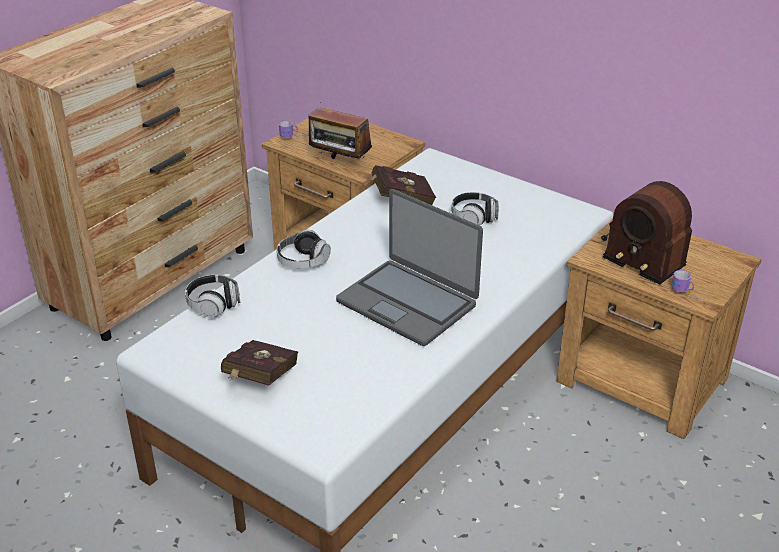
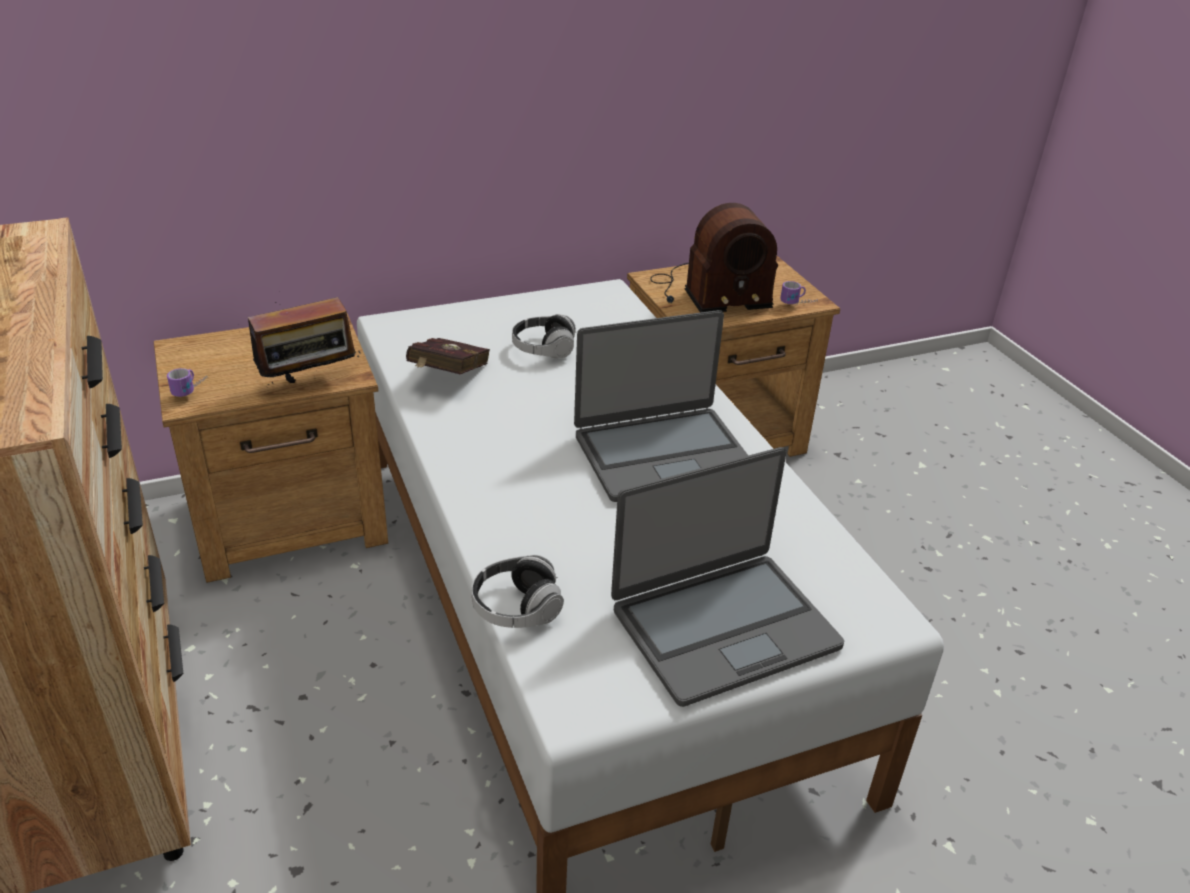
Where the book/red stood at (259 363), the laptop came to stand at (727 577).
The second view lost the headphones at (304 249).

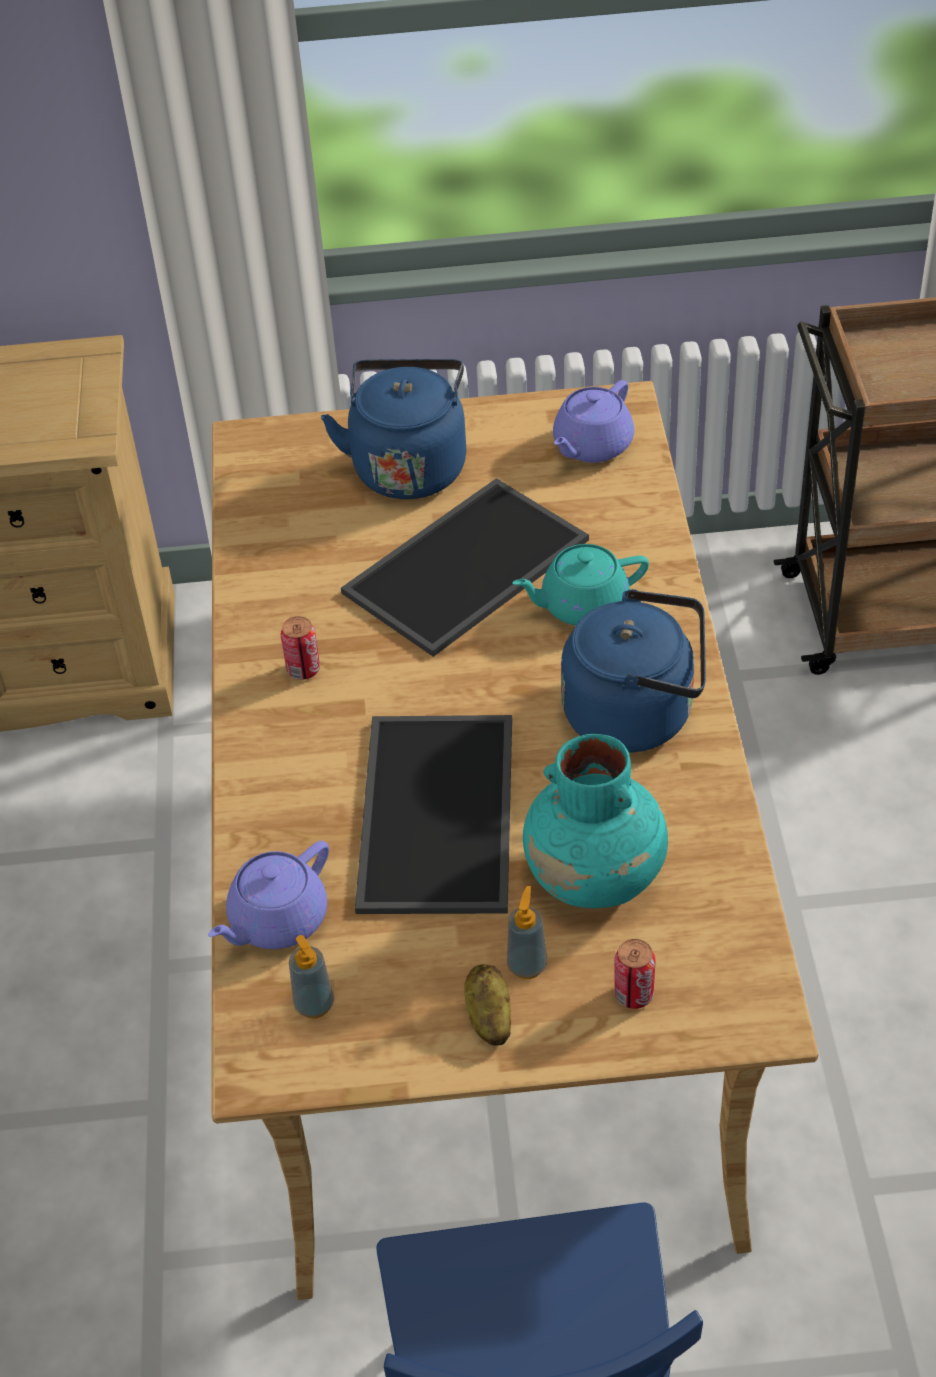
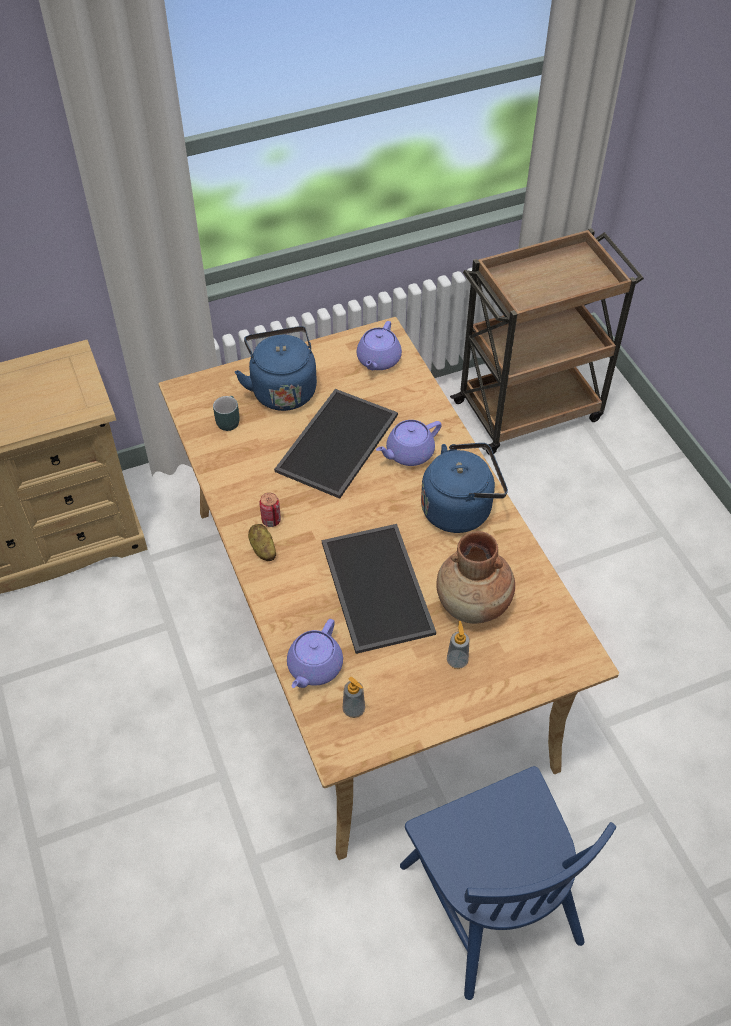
The second view gained the mug/turquoise at (226 413).
The potato ended up elsewhere, having gone from (487 1005) to (262 542).
What was the teapot/turquoise at (580 585) turned into the teapot/purple at (409 443).
What was the vase/turquoise at (595 821) turned into the vase/brown at (475 577).
The second view lost the can at (635 974).

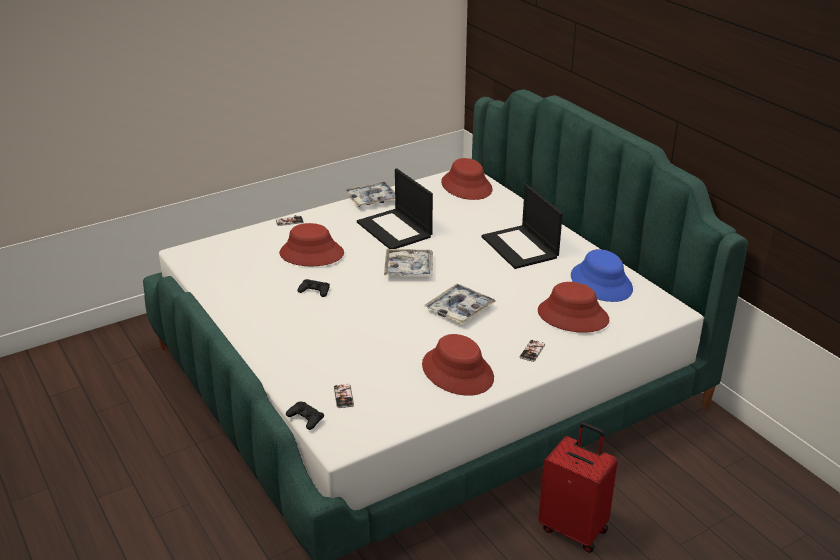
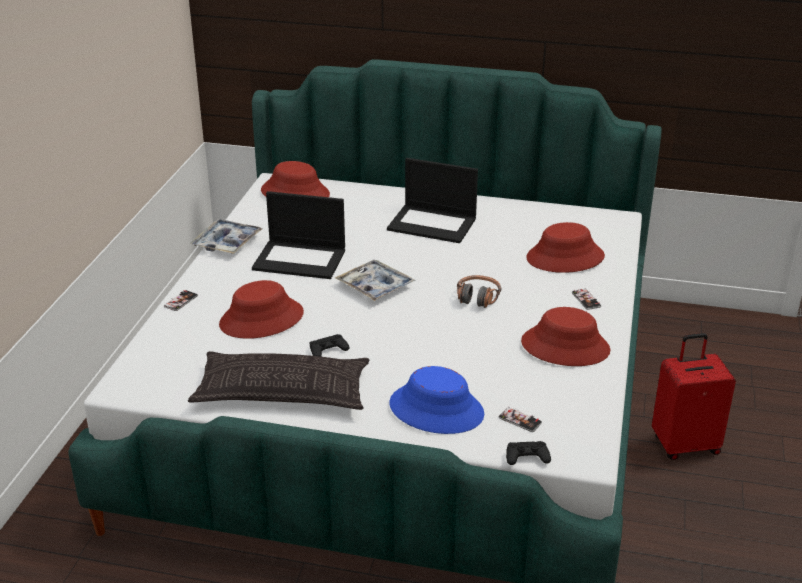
The second view gained the pillow at (278 380).
The hat/blue ended up elsewhere, having gone from (602 275) to (436 400).
Where the tray stood at (460 304), the headphones came to stand at (479 291).

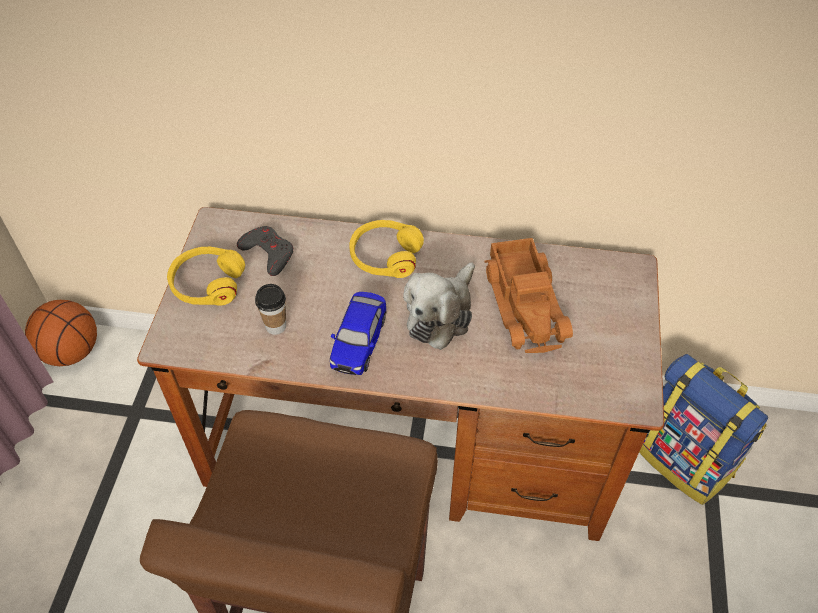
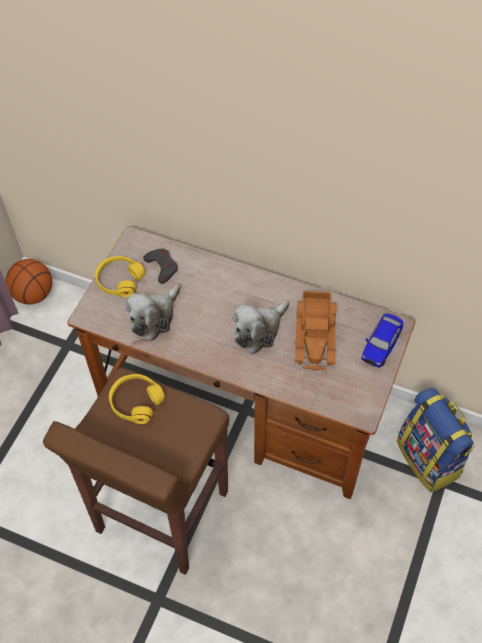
The headphones/yellow ended up elsewhere, having gone from (386 249) to (137 399).
Where the cup stood at (270 309), the plush toy came to stand at (152 312).
The toy car ended up elsewhere, having gone from (358 333) to (382 341).

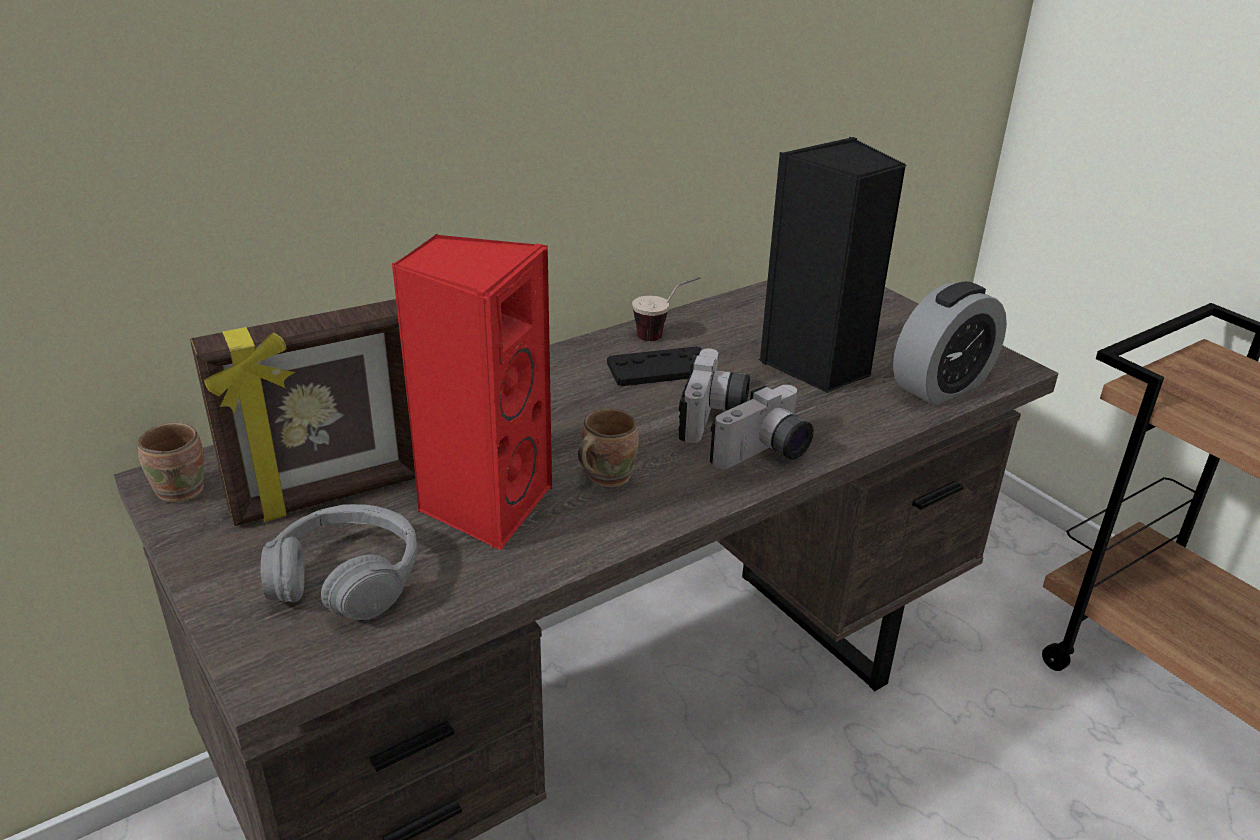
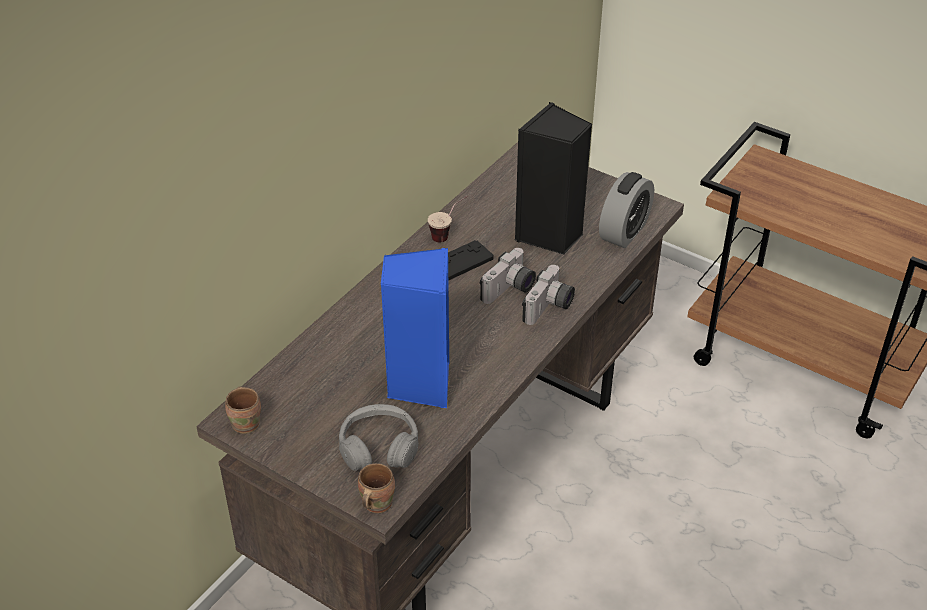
The mug/brown ended up elsewhere, having gone from (608 448) to (376 488).
What was the speaker/red at (472 392) turned into the speaker/blue at (415 328).
The photo camera at (714 395) ended up facing another way, 45 degrees clockwise from before.
The second view lost the picture frame at (302 412).

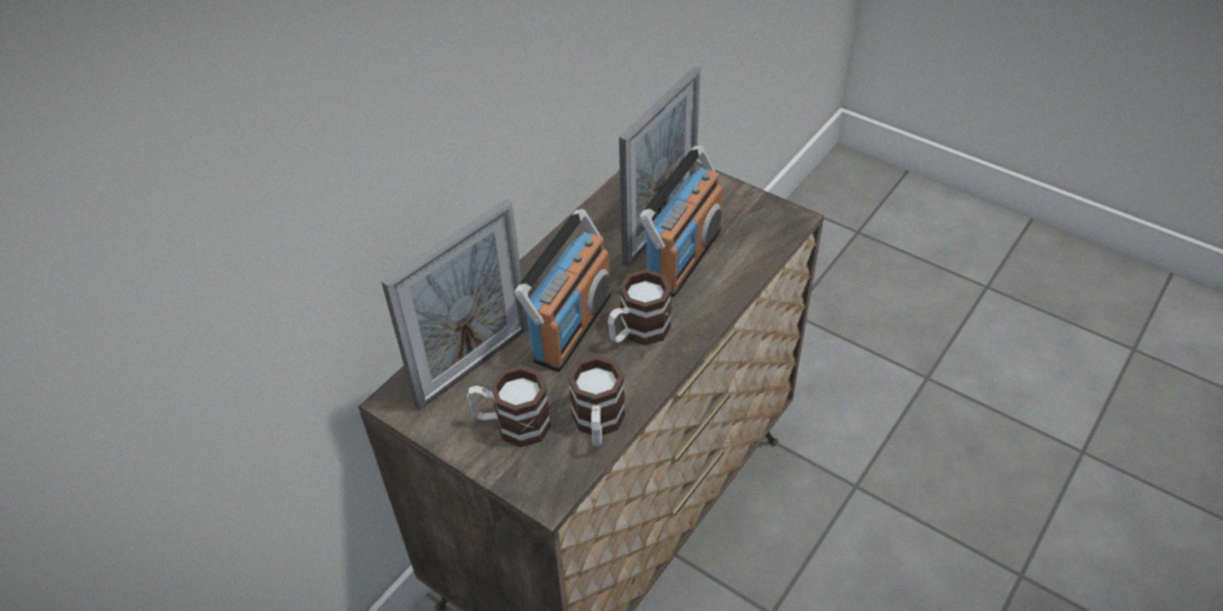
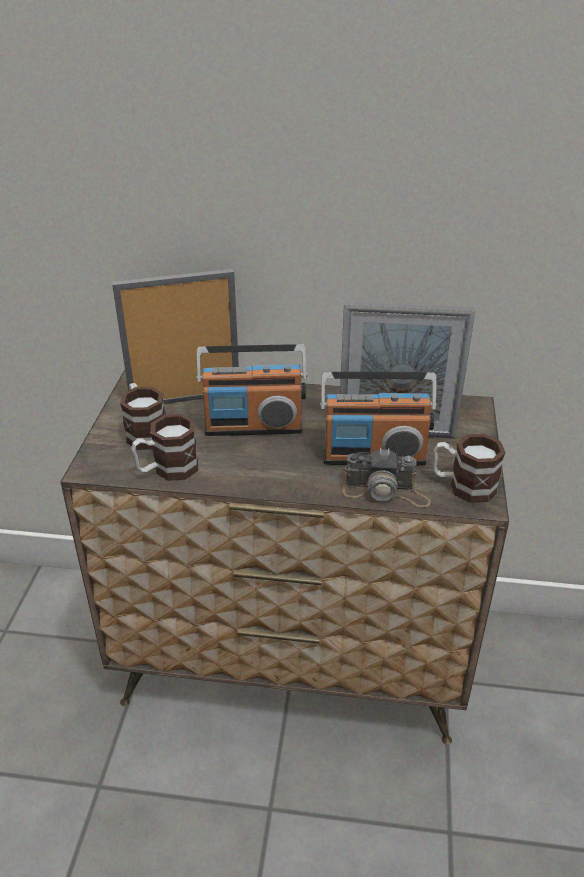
The picture frame at (454 304) ended up facing another way, 150 degrees clockwise from before.
The second view gained the photo camera at (387 478).
The mug ended up elsewhere, having gone from (640 307) to (469 468).

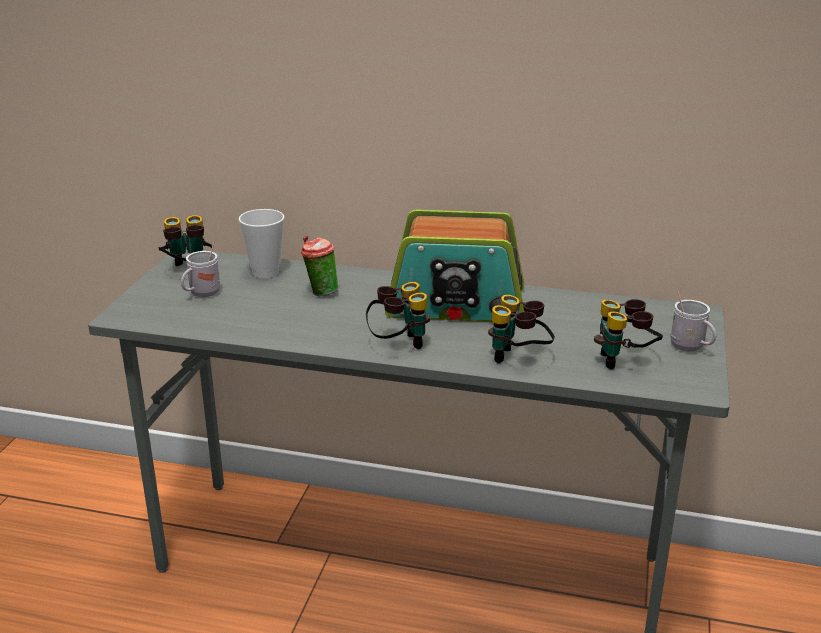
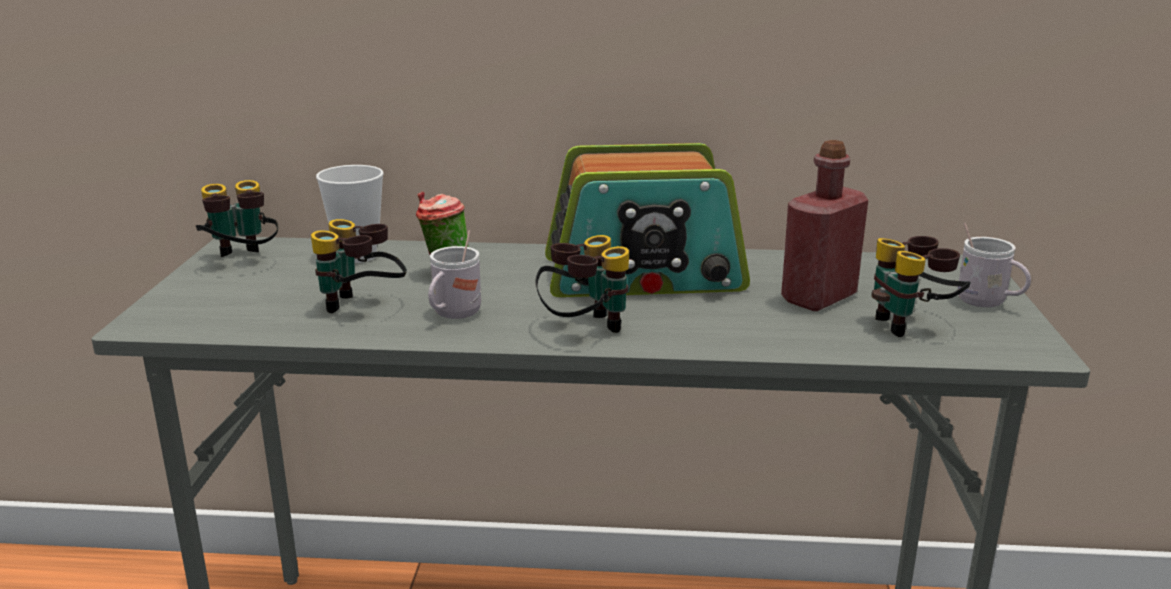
The binoculars ended up elsewhere, having gone from (521 329) to (359 266).
The mug/white ended up elsewhere, having gone from (200 269) to (454 274).
The second view gained the bottle/red at (824 225).

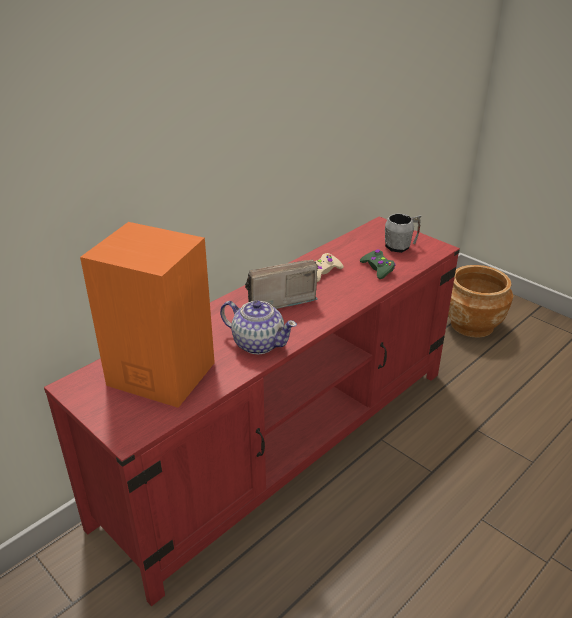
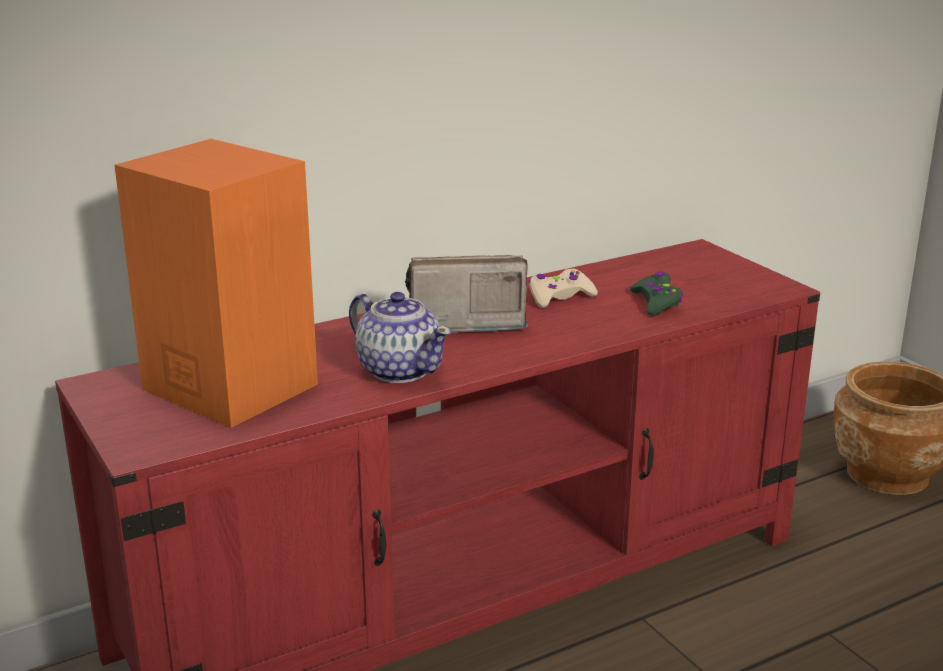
The second view lost the mug/grey at (403 233).

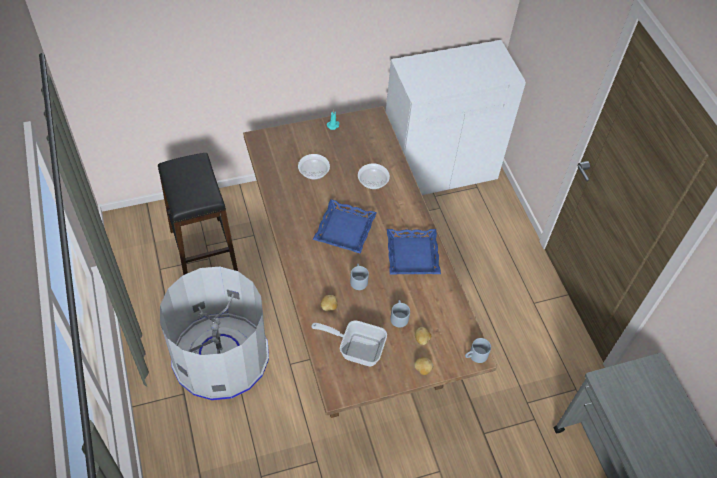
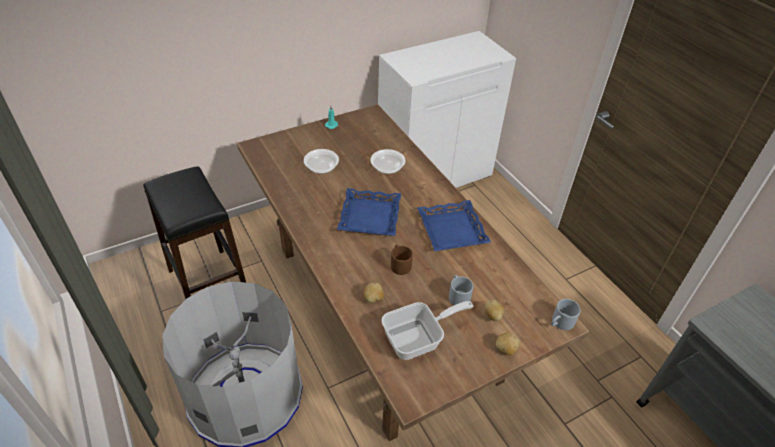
The frying pan at (349 343) ended up facing another way, 150 degrees clockwise from before.
What was the mug/grey at (359 277) turned into the mug/brown at (402 260).

